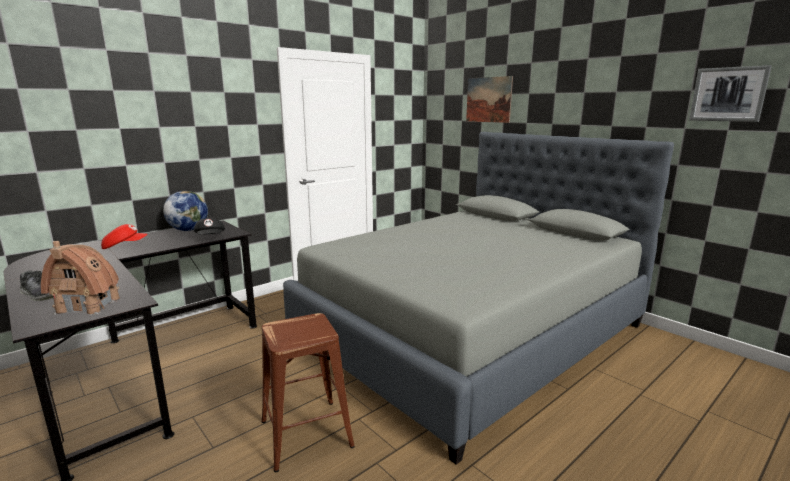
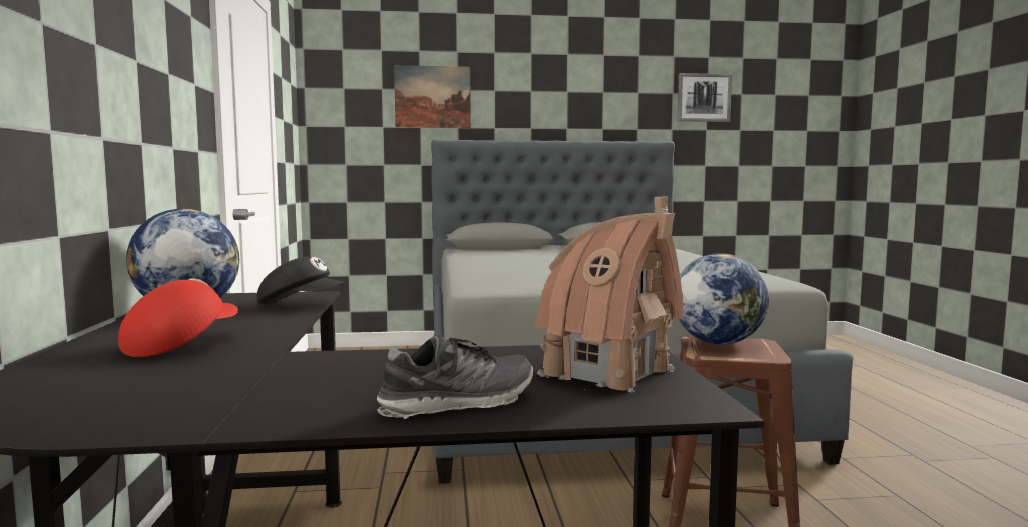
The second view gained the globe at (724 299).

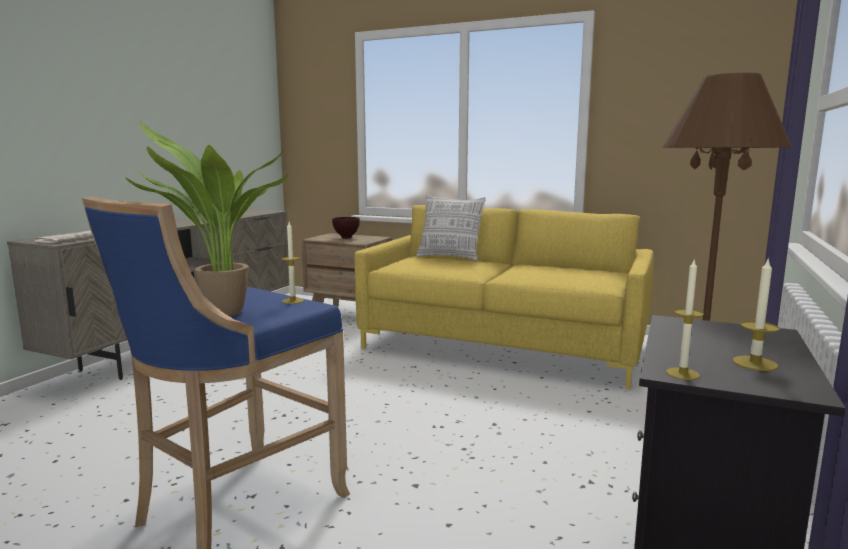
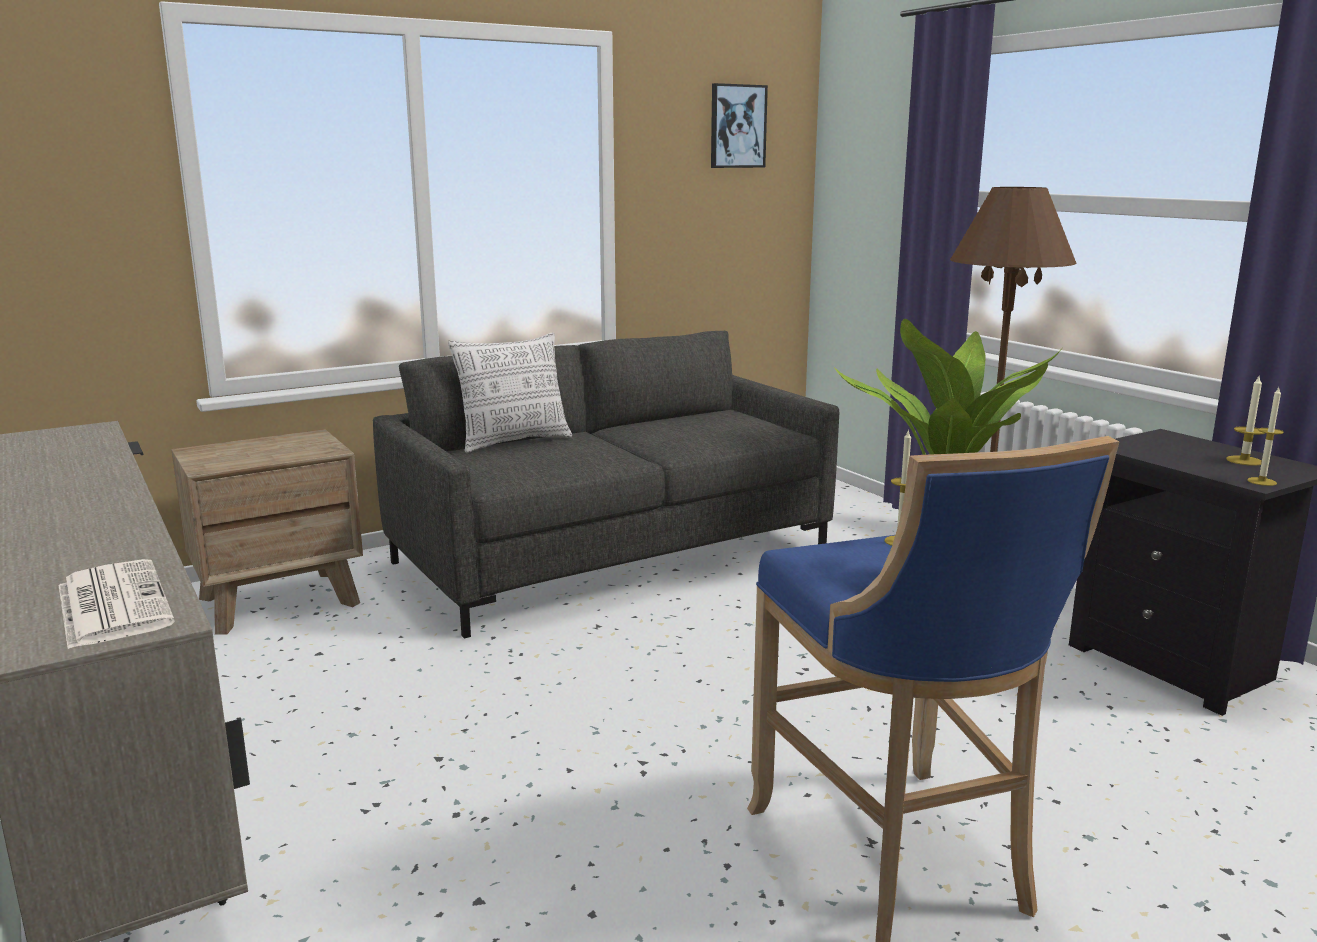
What was the sofa/yellow at (504 297) turned into the sofa/grey at (606 484).
The second view gained the picture at (739 125).
The second view lost the bowl/brown at (346 228).

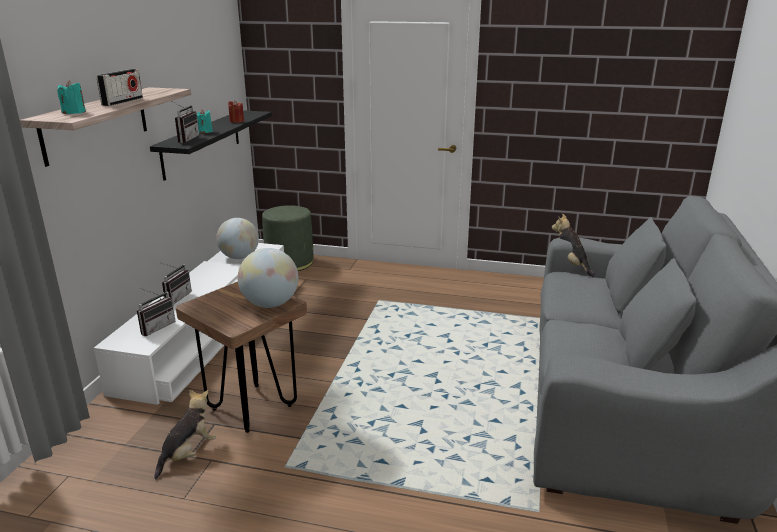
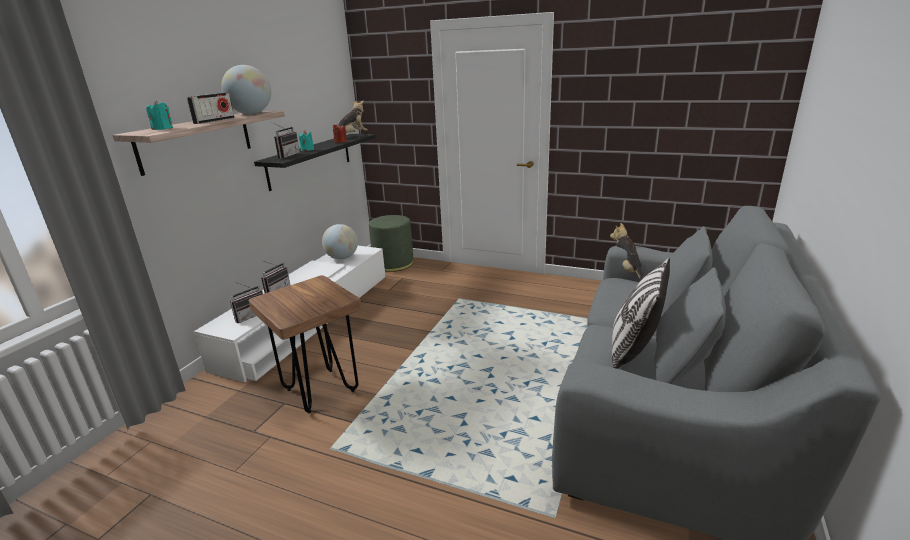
The globe ended up elsewhere, having gone from (268 278) to (246 89).
The plush toy ended up elsewhere, having gone from (185 435) to (350 120).
The second view gained the pillow at (641 313).

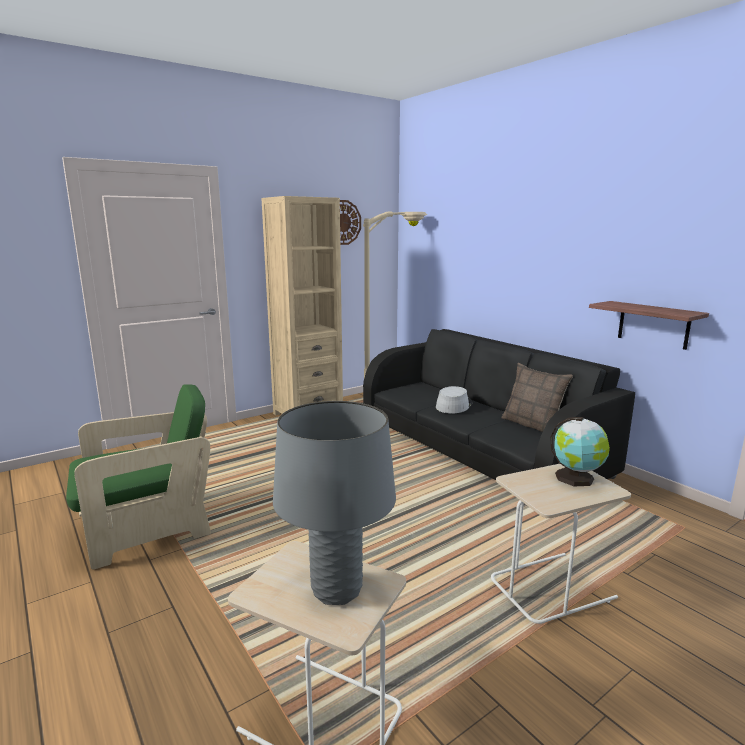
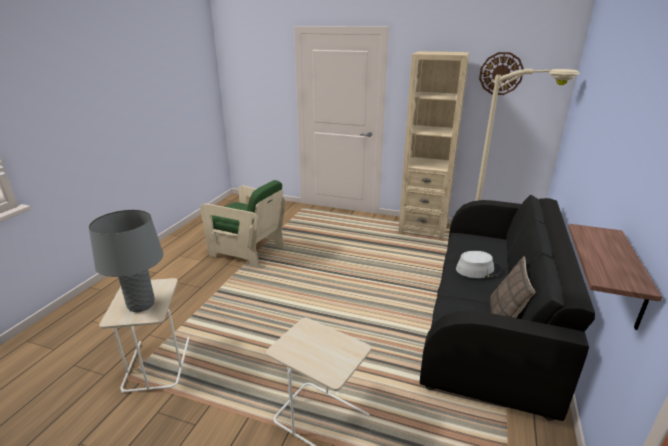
The second view lost the globe at (580 451).

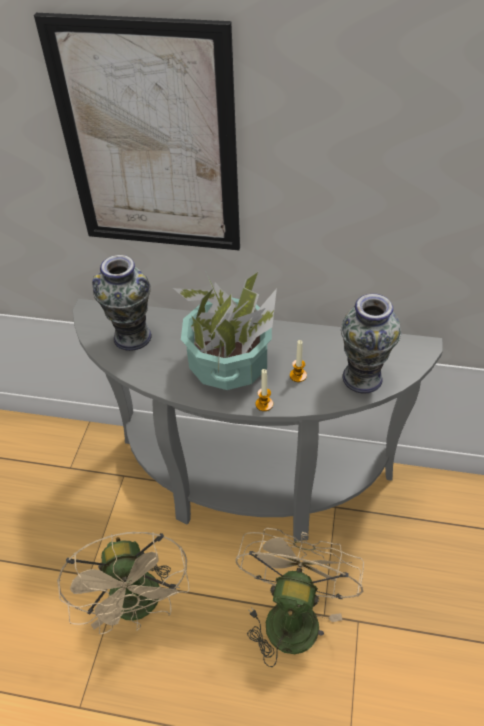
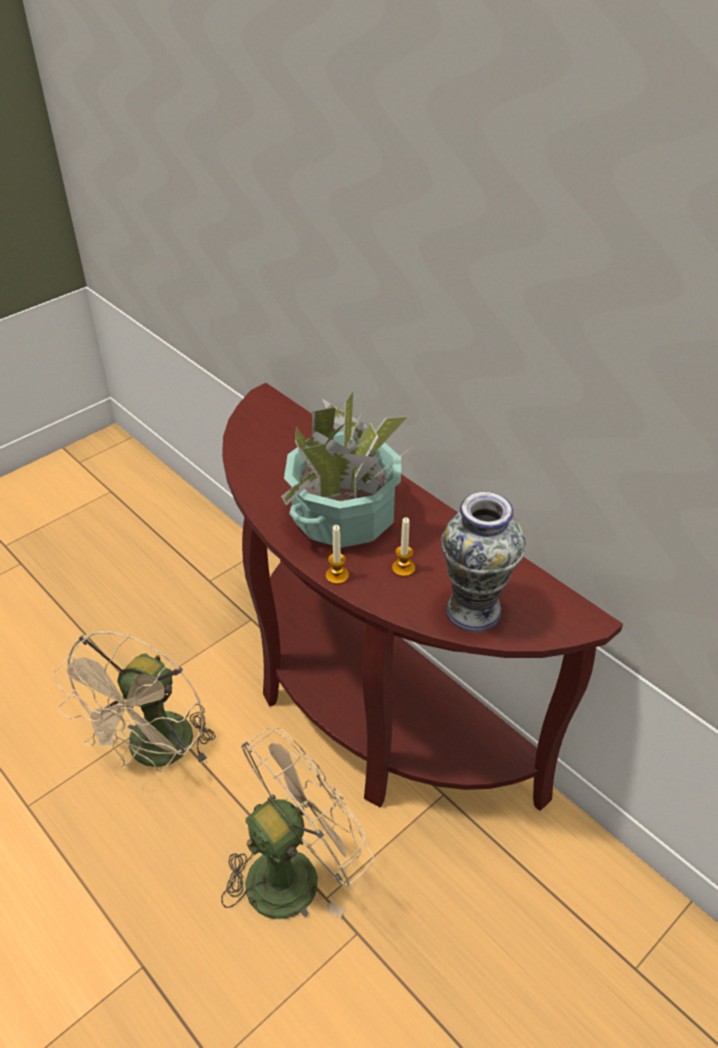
What was the console table/grey at (258 420) turned into the console table/brown at (422 597).
The second view lost the picture at (137 131).
The second view lost the vase at (121 303).

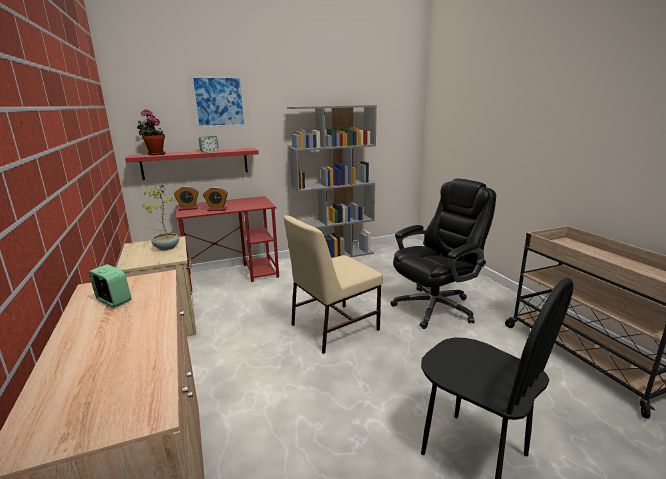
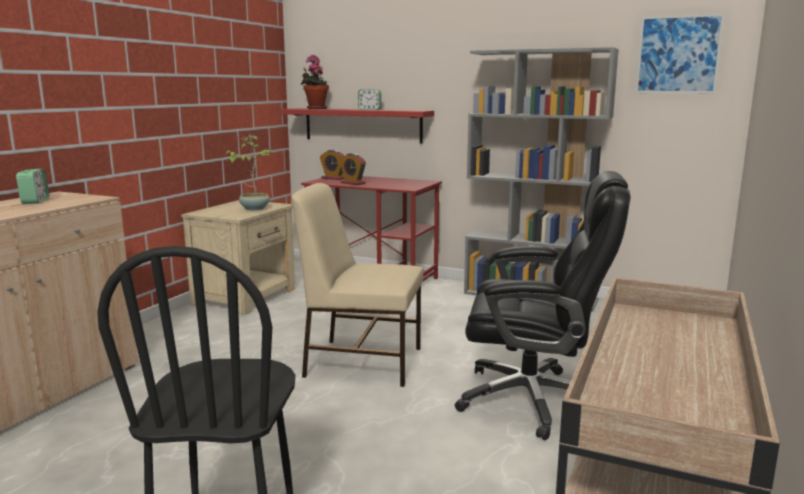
The picture ended up elsewhere, having gone from (218 102) to (680 53).

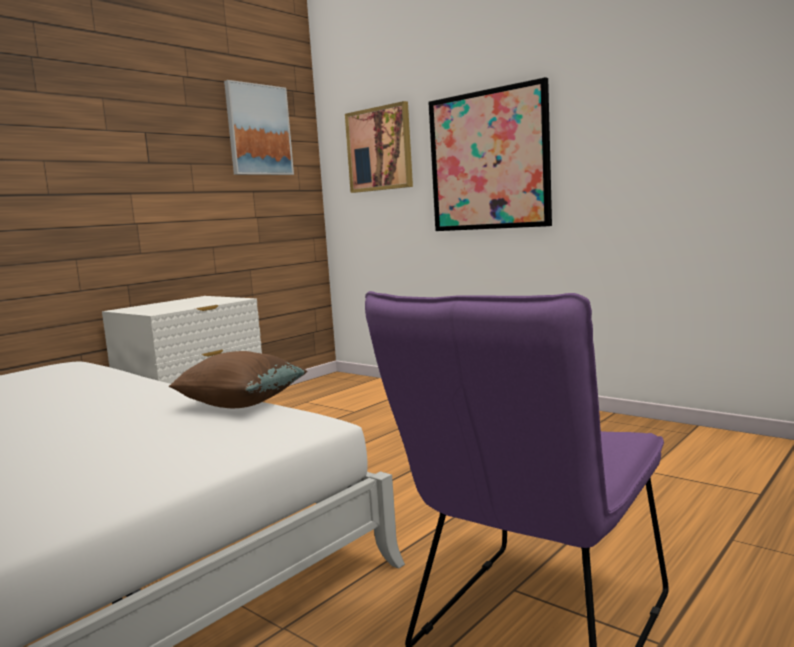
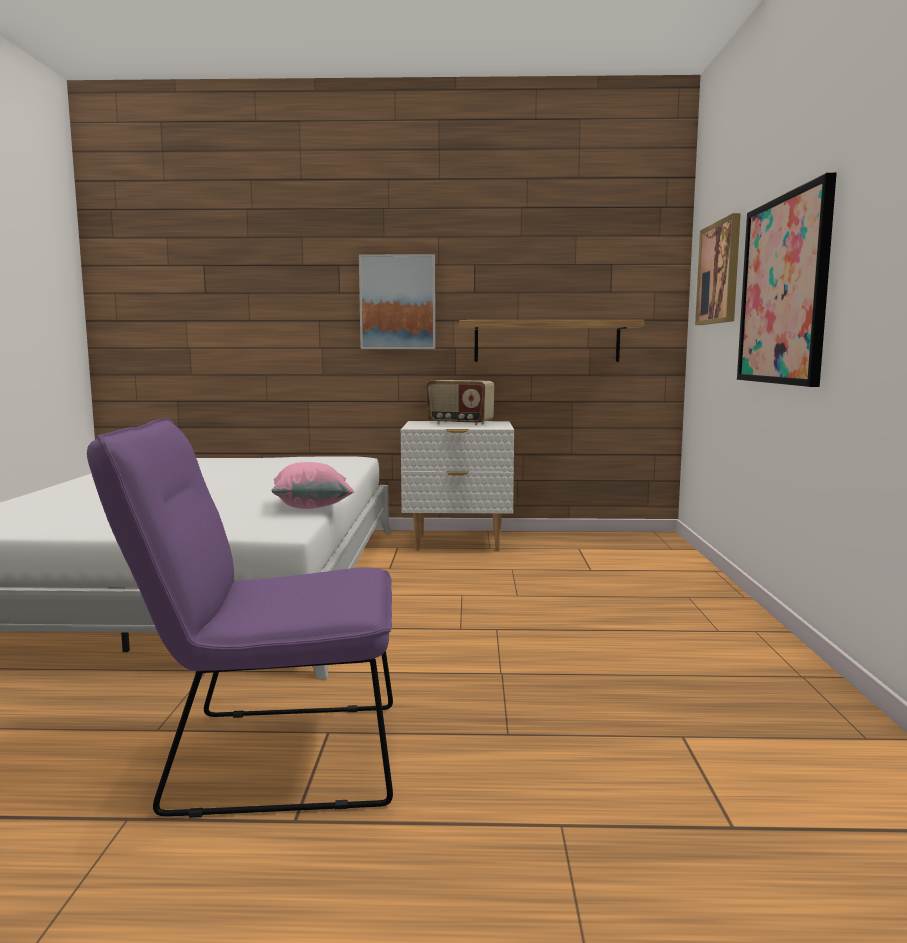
What was the pillow/brown at (238 379) turned into the pillow/pink at (312 485).
The picture ended up elsewhere, having gone from (259 127) to (397 301).
The second view gained the radio at (460 402).
The second view gained the shelf at (551 341).

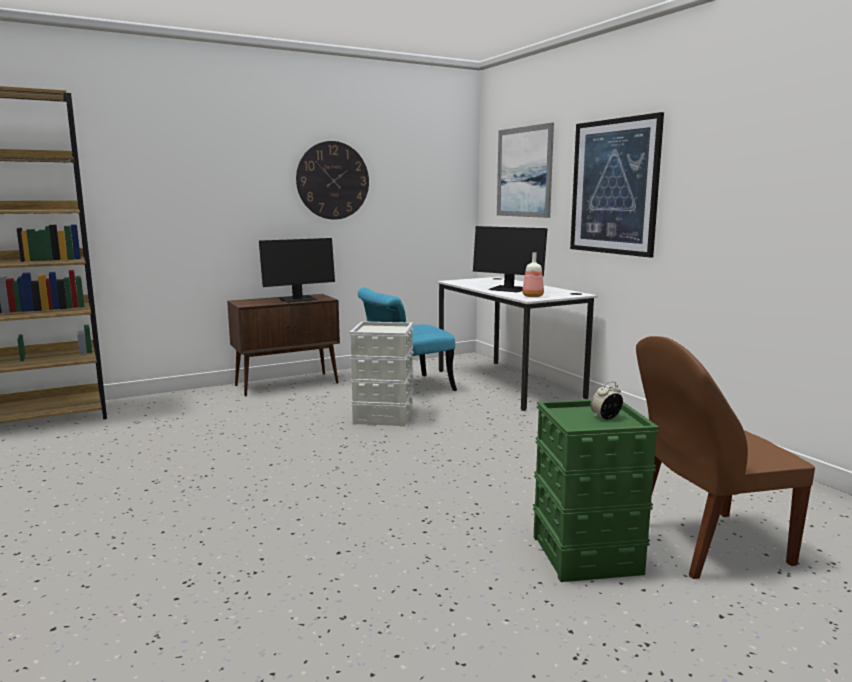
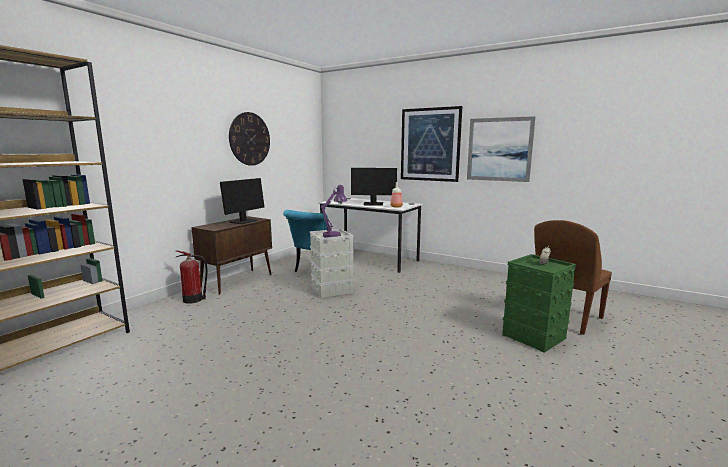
The second view gained the fire extinguisher at (192 277).
The second view gained the table lamp/purple at (334 211).
The picture ended up elsewhere, having gone from (525 170) to (501 149).

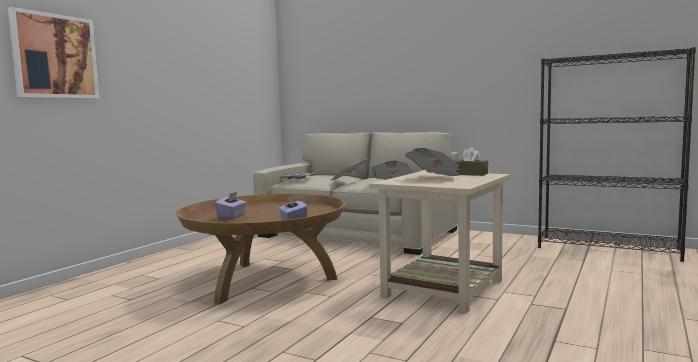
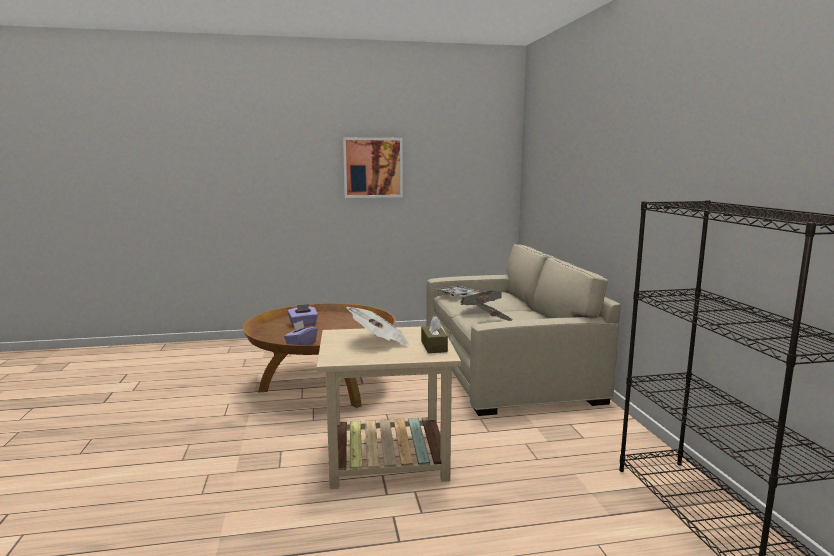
The picture ended up elsewhere, having gone from (53 53) to (373 167).

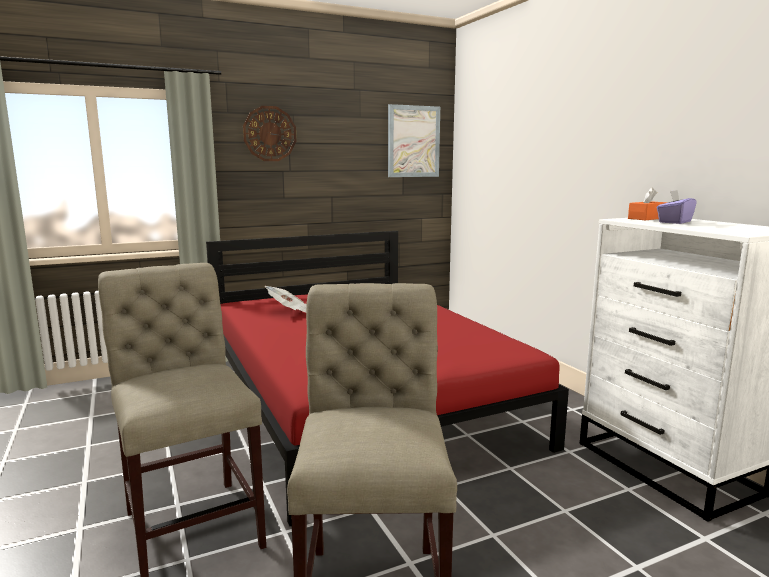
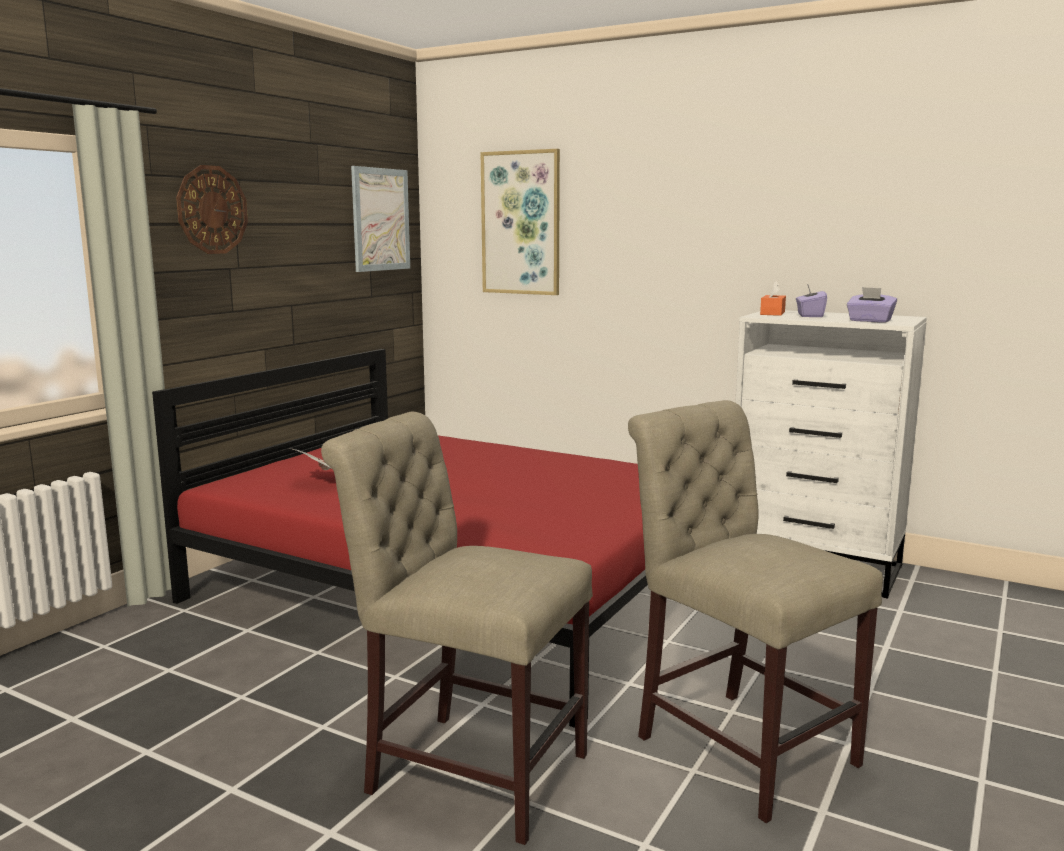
The second view gained the picture at (520 222).
The second view gained the tissue box/purple at (872 305).

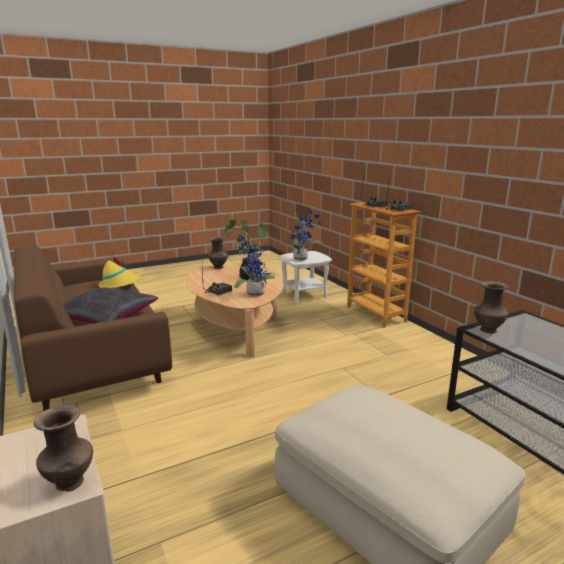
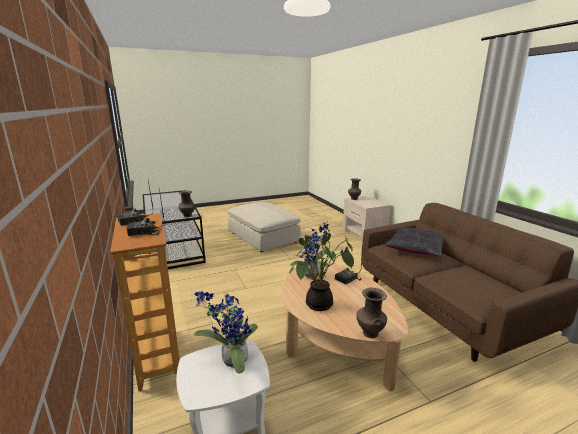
The second view lost the hat/yellow at (119 271).

